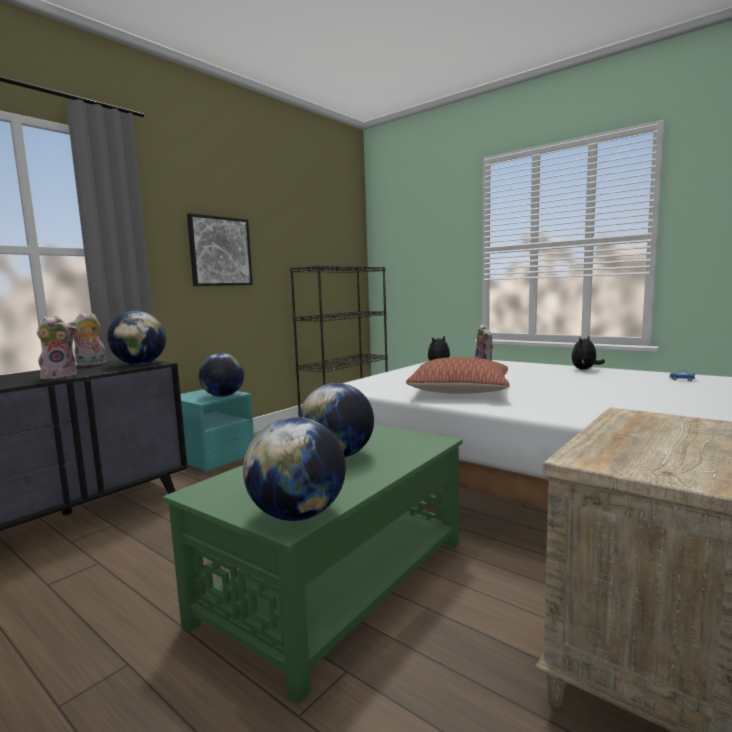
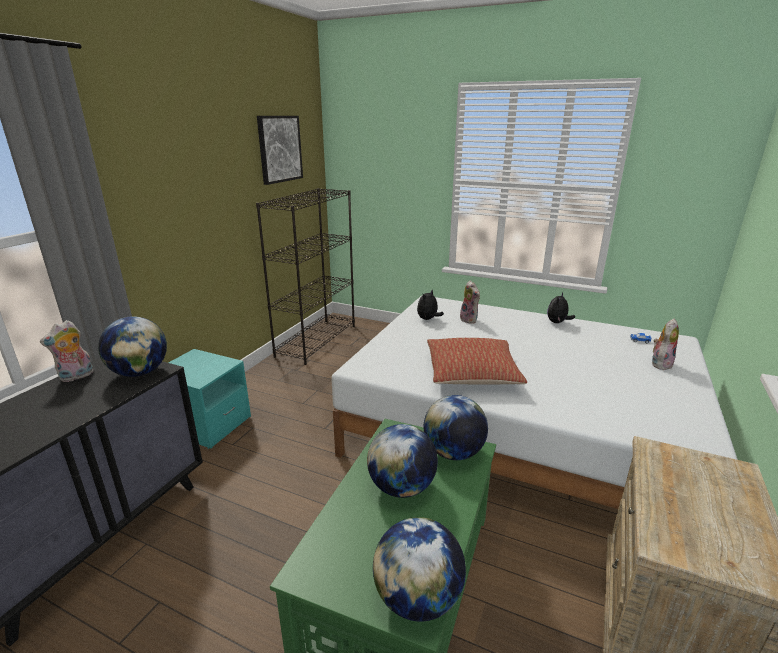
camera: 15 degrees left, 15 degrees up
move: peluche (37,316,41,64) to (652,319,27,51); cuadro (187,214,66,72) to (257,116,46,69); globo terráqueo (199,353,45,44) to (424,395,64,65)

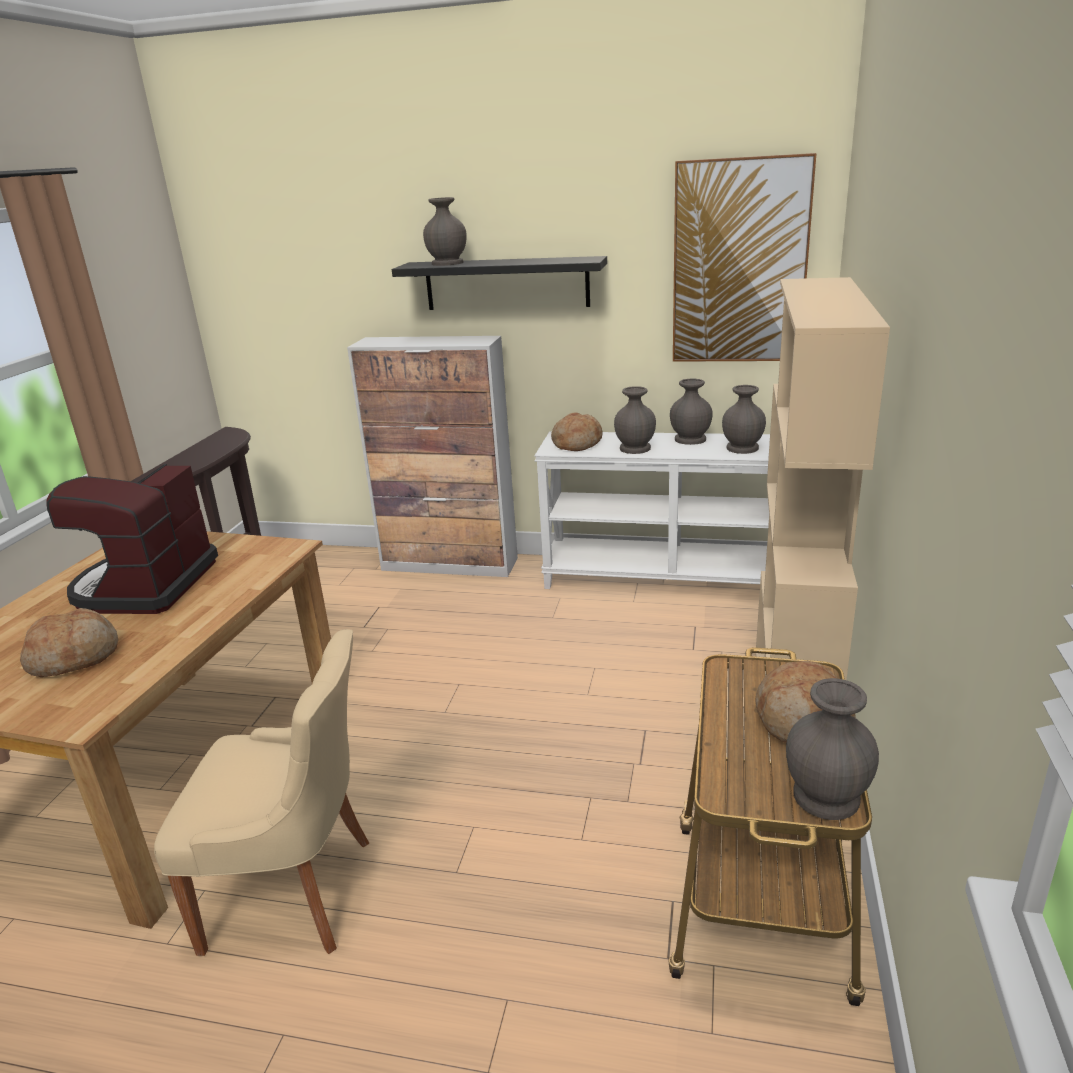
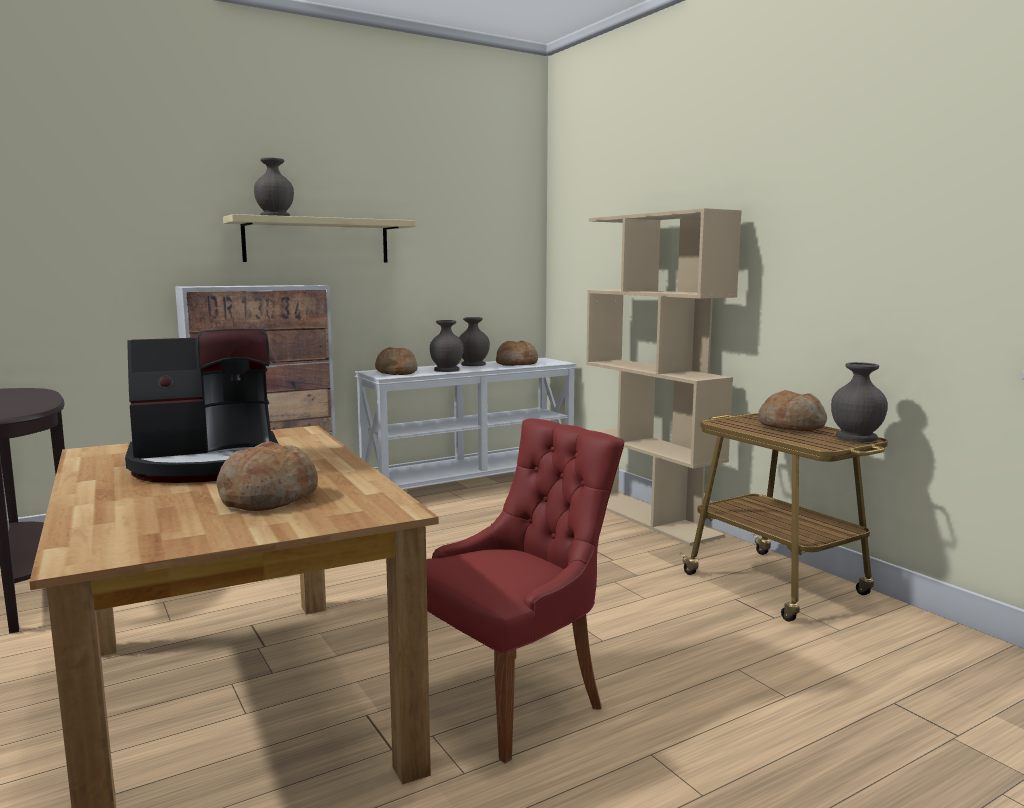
camera: 45 degrees left, 15 degrees down
delete: cuadro (673,153,143,209)
replace: florero [gris] (722,385,44,69) to pan (496,340,42,26)
recolor: silla [beis] (154,629,215,327) to silla [rojo] (426,418,198,345); estante [negro] (392,256,215,54) to estante [beis] (223,214,193,48)
rotate: cafetera (46,464,172,150) = (125,329,154,154) 75 degrees counterclockwise

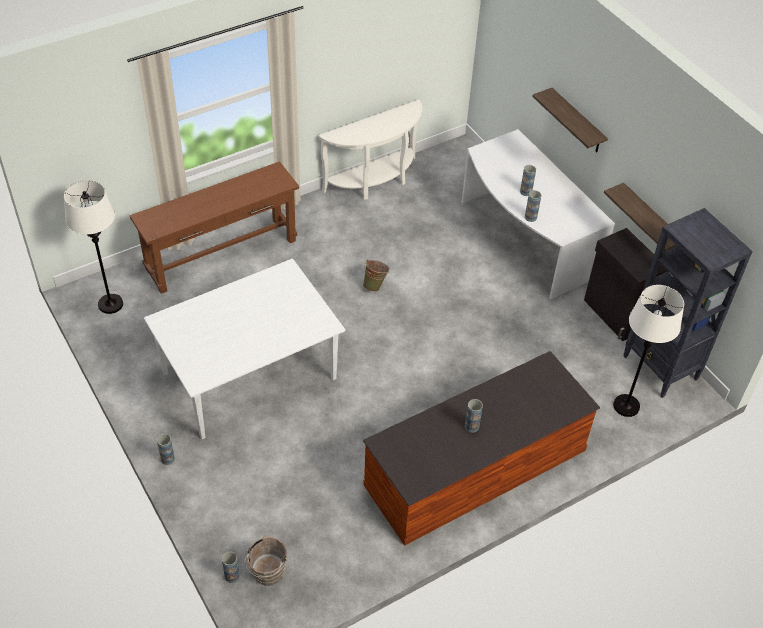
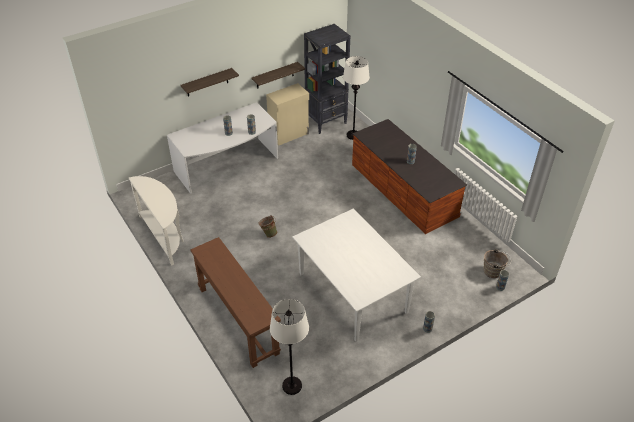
camera: 90 degrees left, 5 degrees down
recolor: armario [negro] (584,228,83,113) to armario [beis] (266,83,43,63)

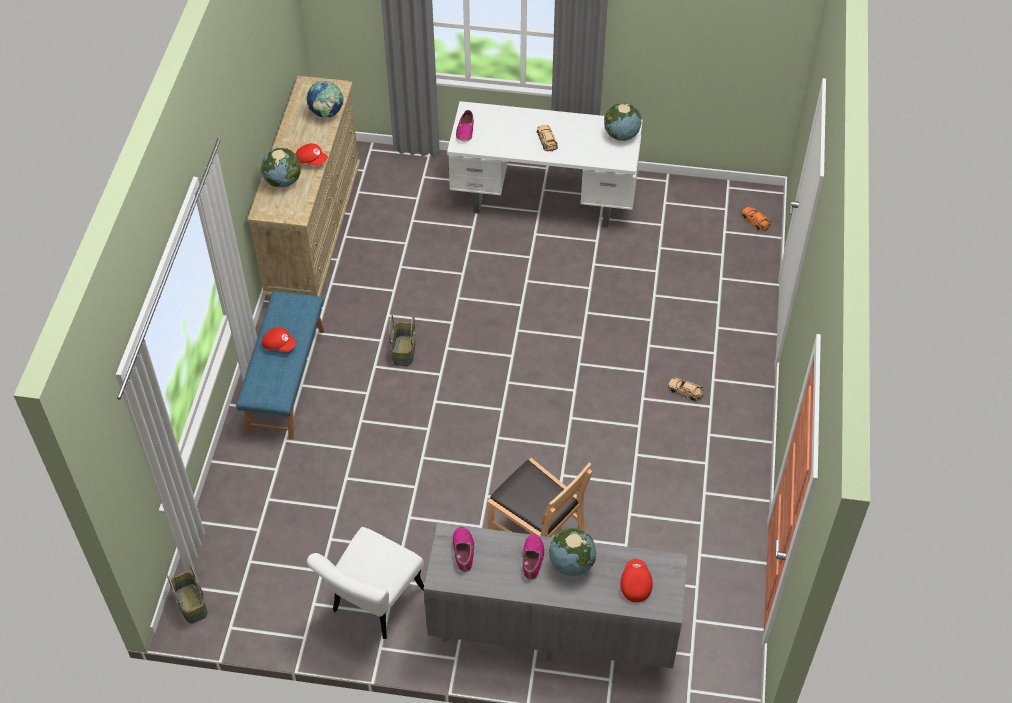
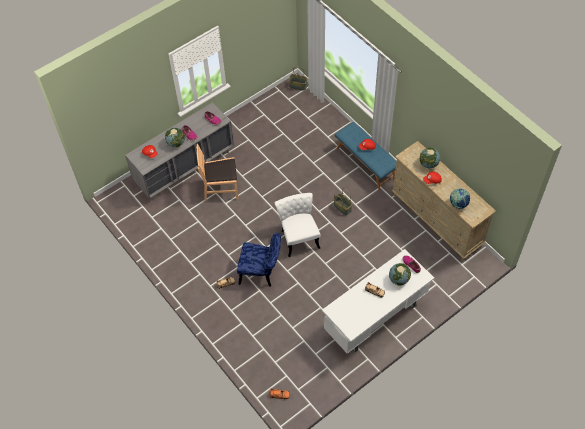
camera: 135 degrees right, 5 degrees up
insert: silla [azul] (237,233,44,53)
move: silla [blanco] (307,527,117,112) to (275,193,45,64); globo terráqueo (604,103,37,38) to (389,263,22,23)

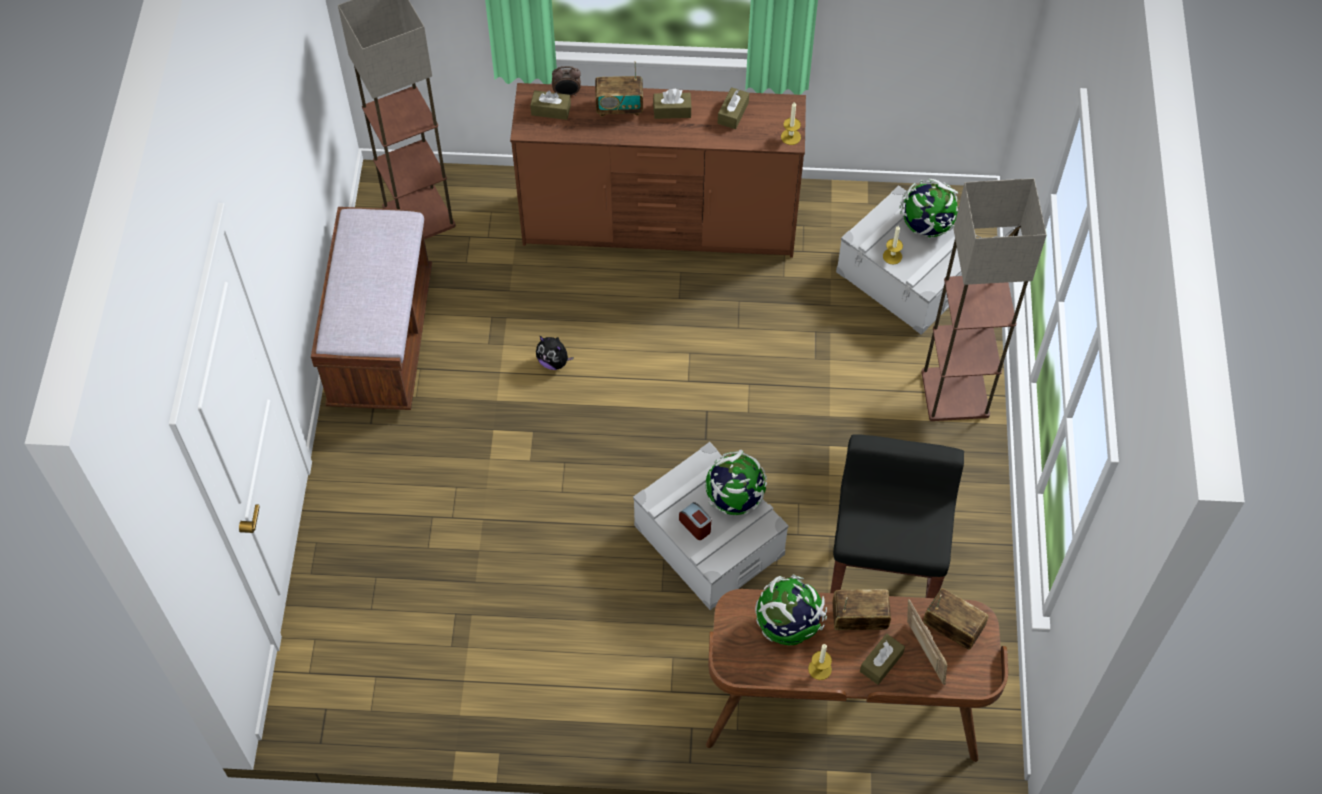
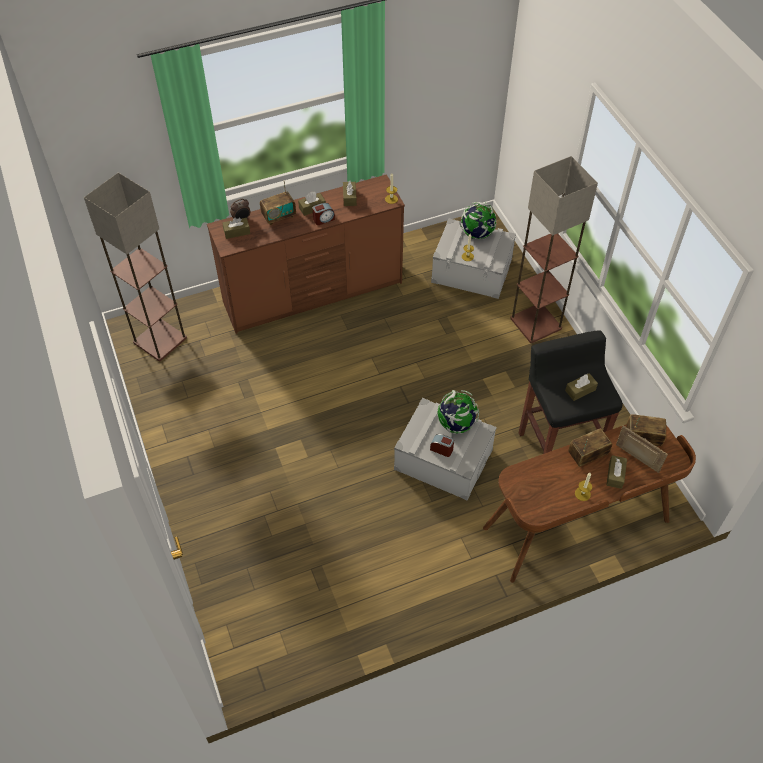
camera: 25 degrees left, 5 degrees down
delete: banco [marrón] (311,207,121,203); peluche (536,336,38,34); globo terráqueo (755,574,72,71)
insert: despertador (312,203,23,22); caja de pañuelos [marrón] (565,373,33,28)

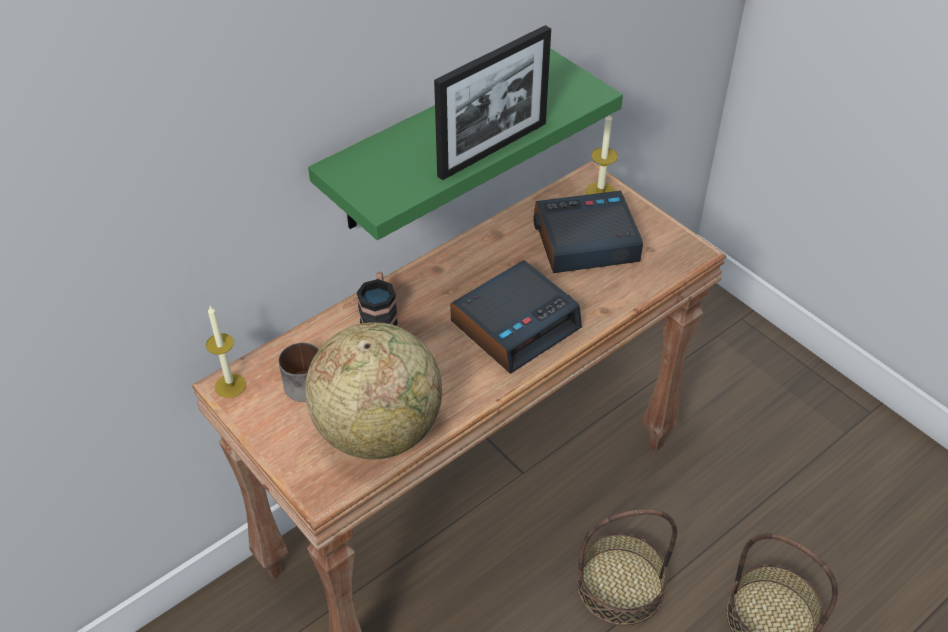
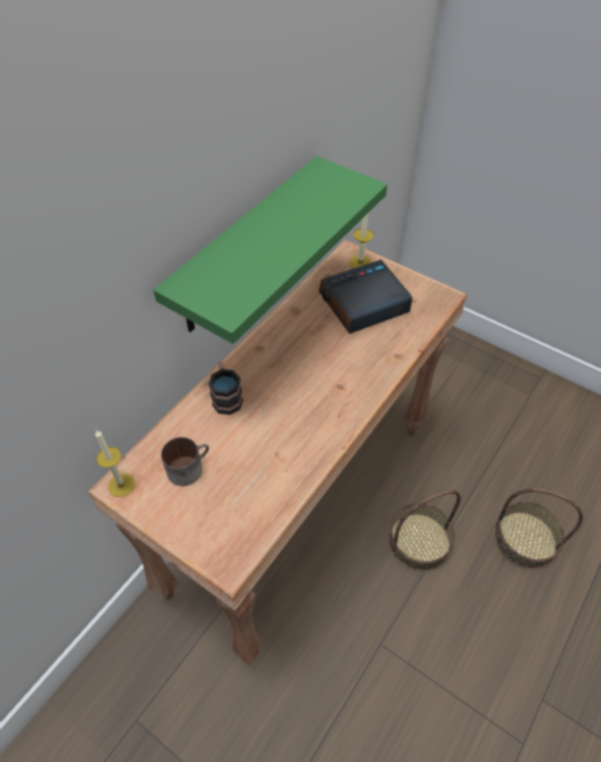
camera: 15 degrees left, 5 degrees up
delete: globo terráqueo (305,322,137,137); portarretratos (434,25,117,155); despertador (450,260,132,114)

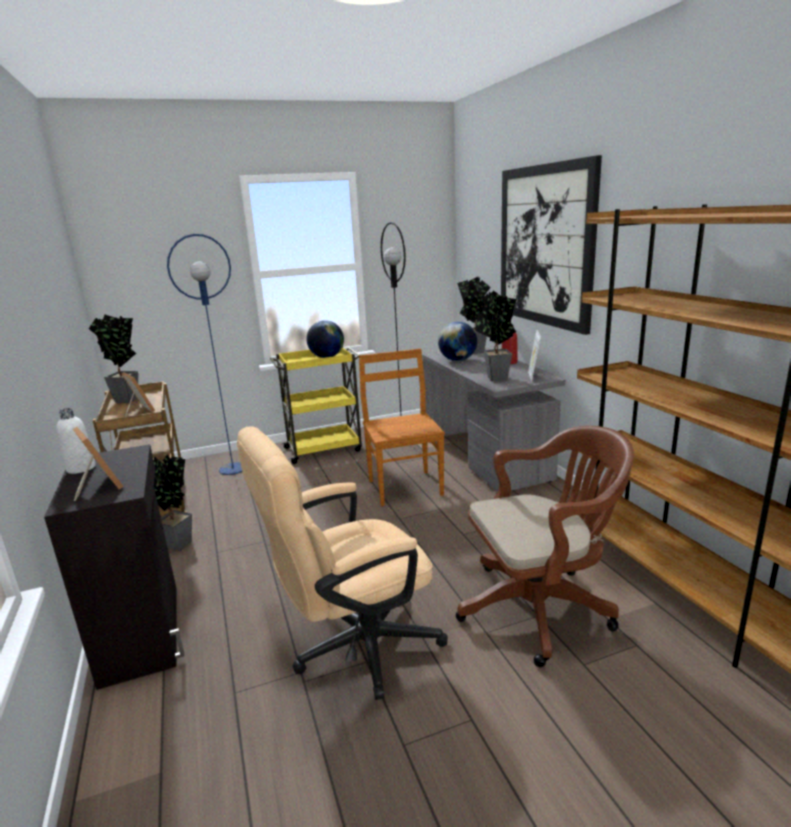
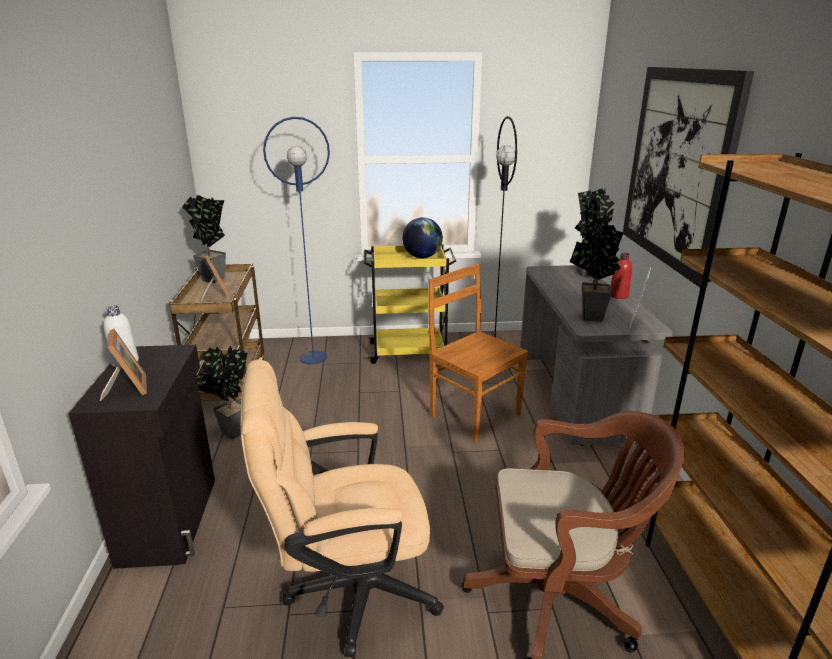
camera: 15 degrees right, 5 degrees up
delete: globo terráqueo (438,322,39,39)
rotate: silla [marrón] (359,349,86,157) = (428,263,101,179) 45 degrees counterclockwise

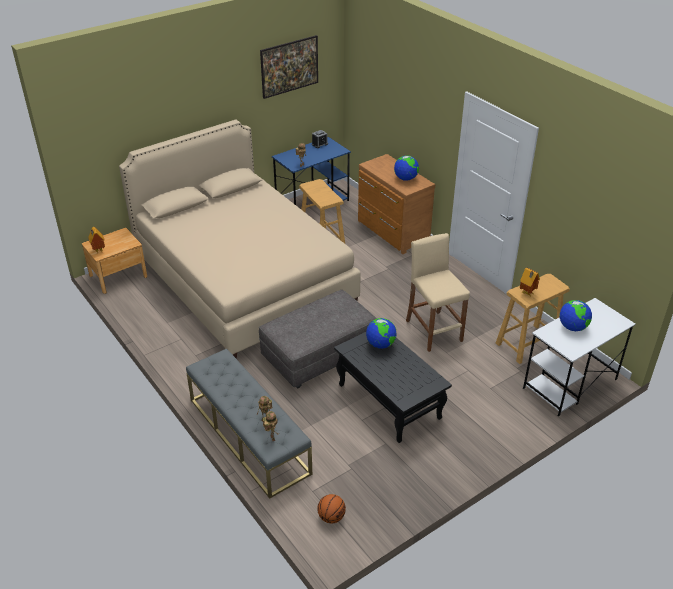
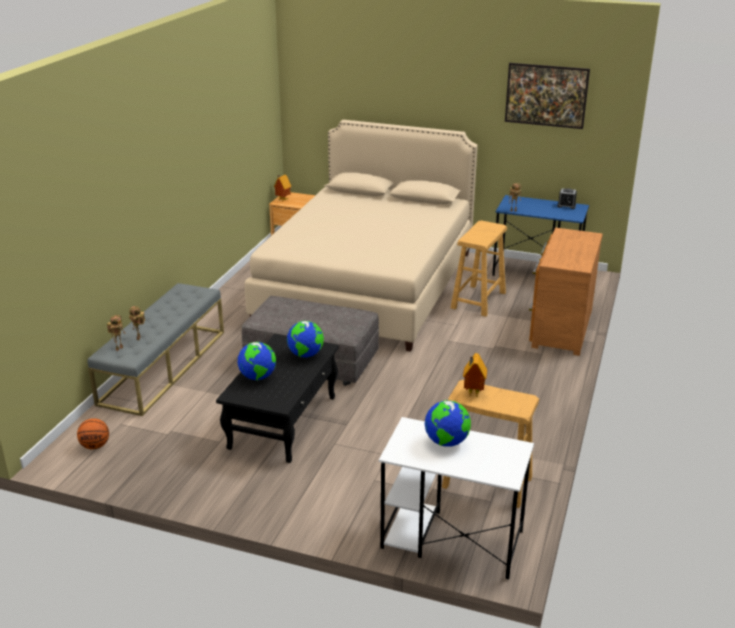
camera: 55 degrees right, 10 degrees down
delete: taburete [beis] (406,233,64,119)
move: globo terráqueo (394,156,25,25) to (238,342,38,38)

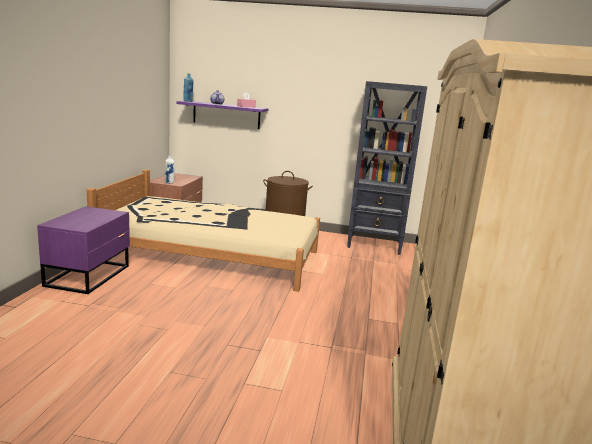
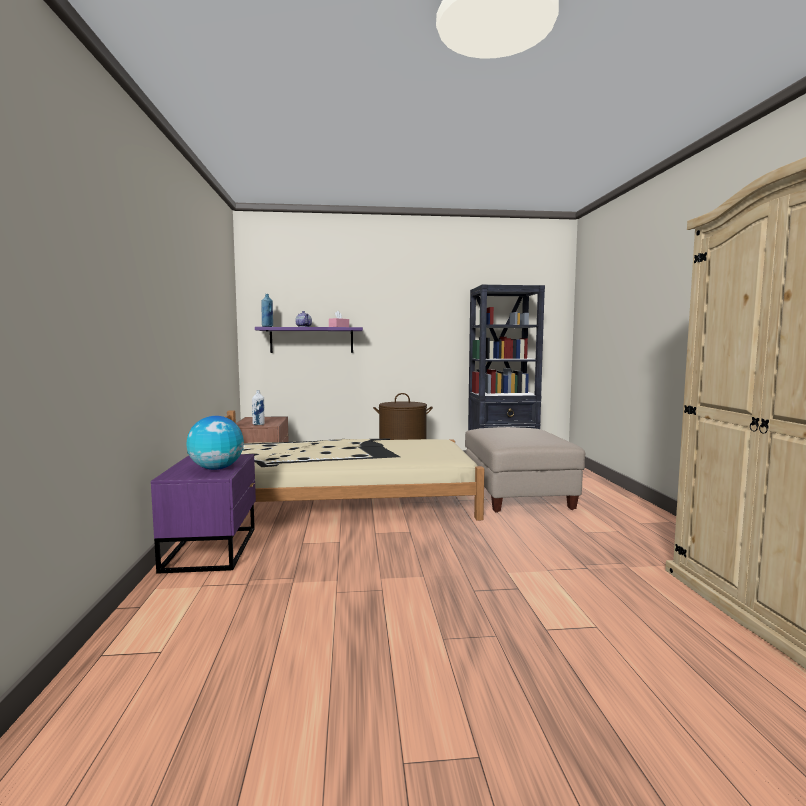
camera: 15 degrees left, 10 degrees down
insert: globo terráqueo (187,416,57,54); puf [beis] (465,427,120,86)

